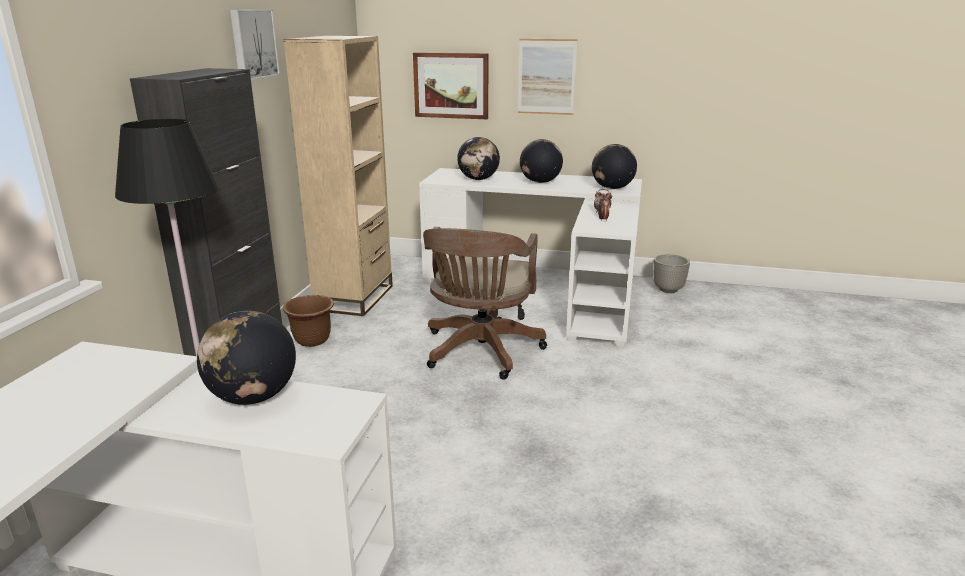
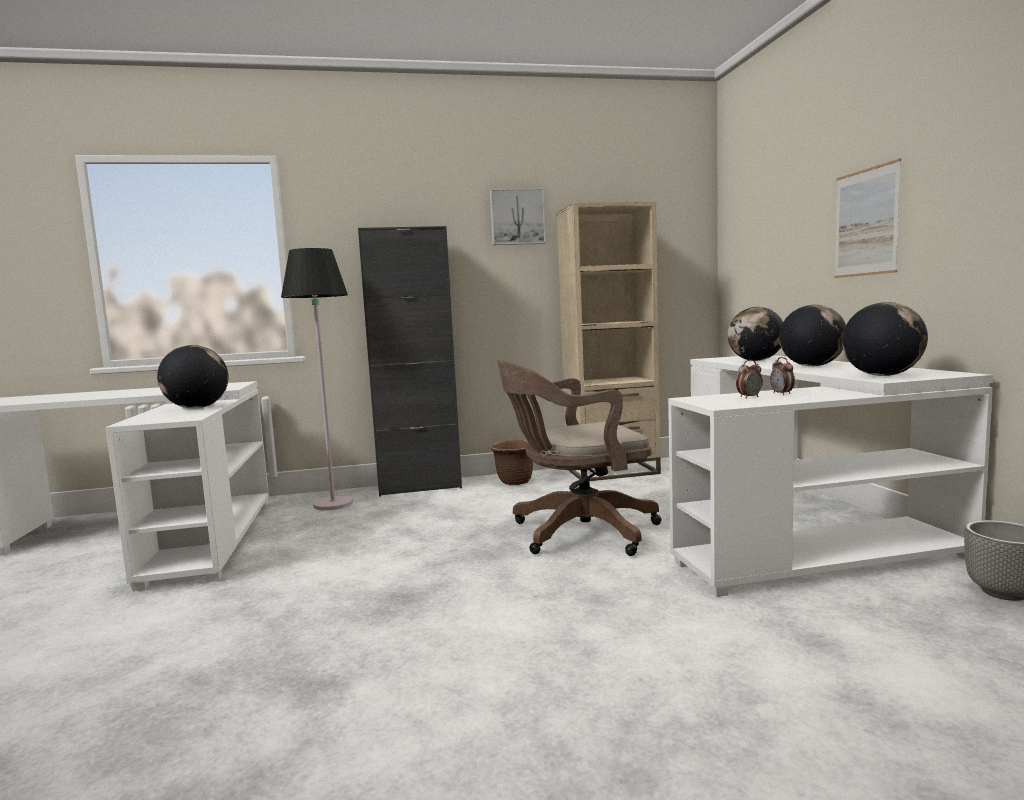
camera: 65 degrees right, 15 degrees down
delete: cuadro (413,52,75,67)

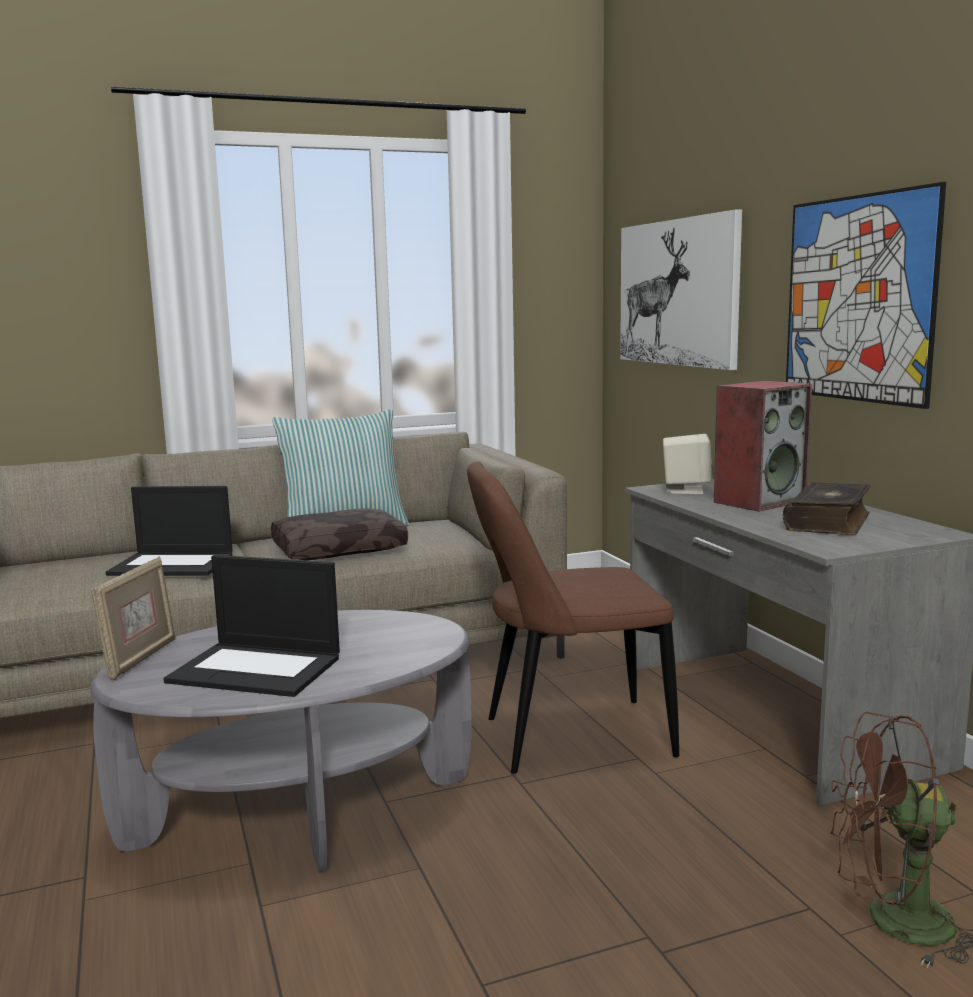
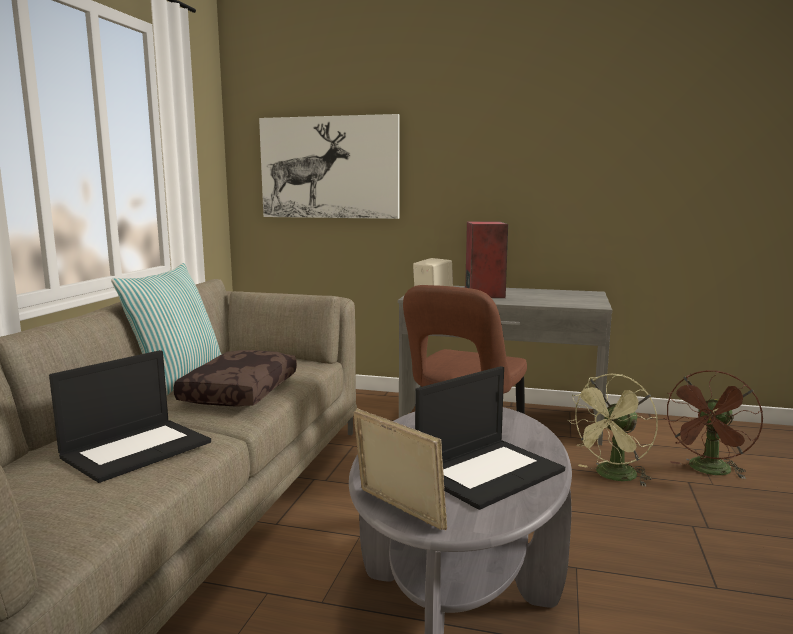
camera: 55 degrees left, 0 degrees up
delete: libro (783,482,88,53); cuadro (786,182,160,227)
insert: ventilador [verde] (568,374,90,112)

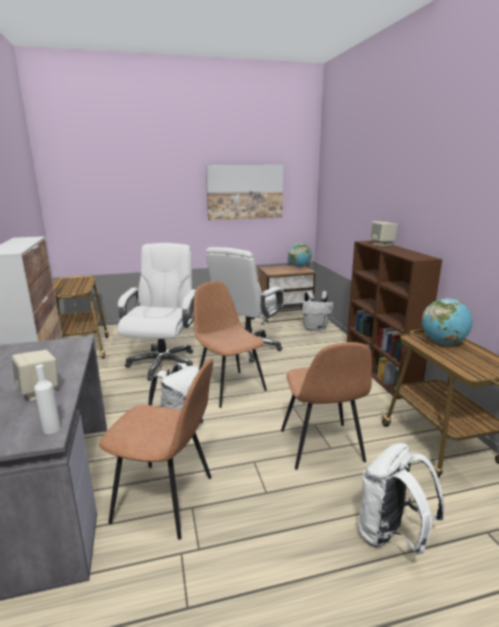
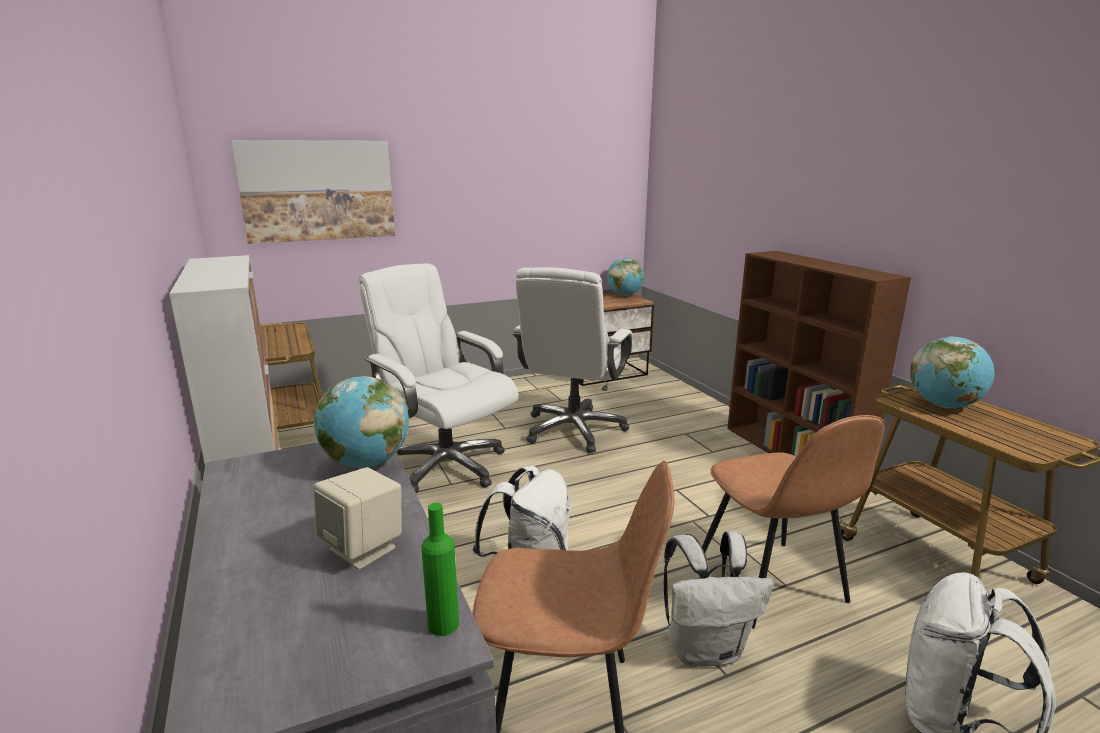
camera: 10 degrees left, 0 degrees up
delete: silla [marrón] (194,281,73,127); altavoz [beis] (370,221,28,25)
insert: globo terráqueo (314,376,95,92)
move: cuadro (206,165,77,55) to (231,140,164,104); mochila [blanco] (302,291,31,40) to (664,531,110,136)
recolor: botella [blanco] (34,364,27,70) to botella [verde] (421,503,38,133)
rotate: silla de oficina [blanco] (118,243,78,138) = (359,263,160,231) 45 degrees counterclockwise

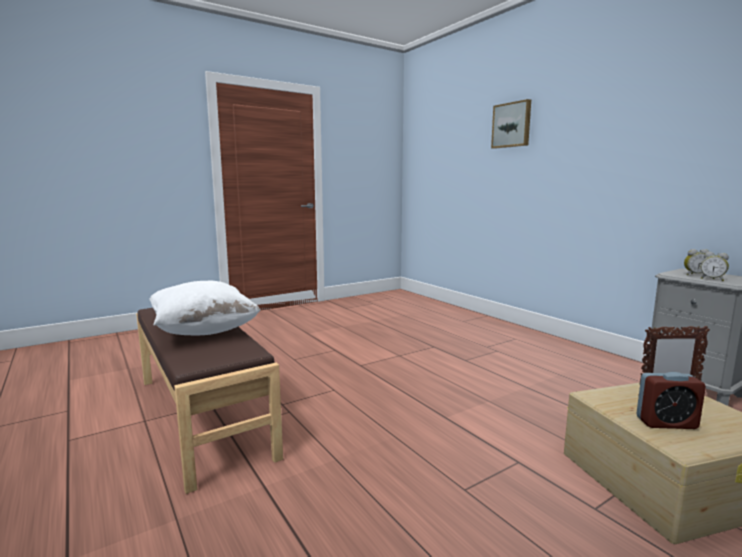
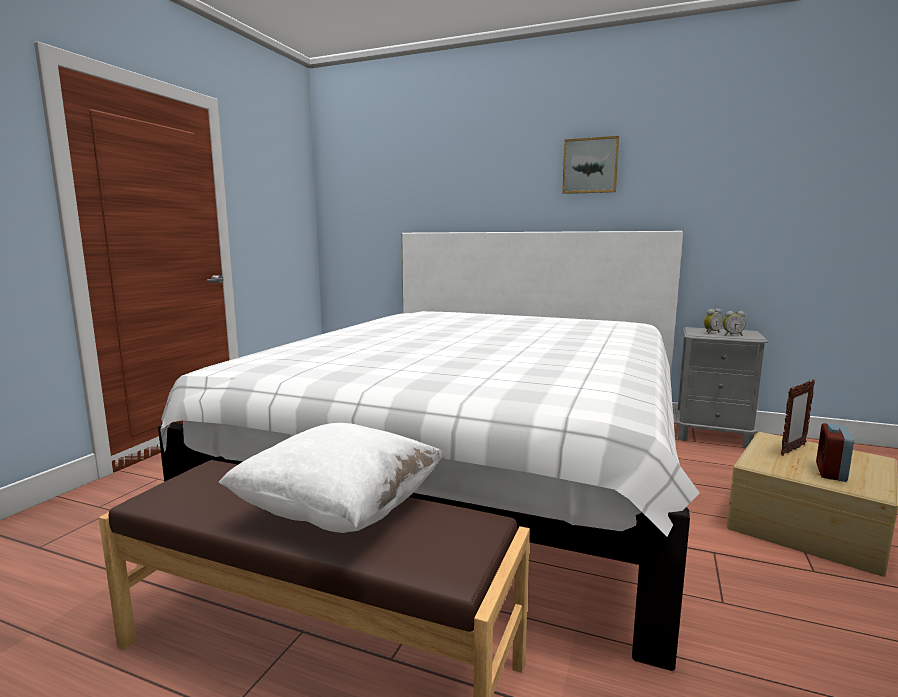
camera: 35 degrees left, 0 degrees up
insert: cama [blanco] (158,231,542,440)
move: cuadro (491,99,40,50) to (562,136,57,58)
rotate: despertador (636,372,70,57) = (816,423,38,59) 150 degrees clockwise

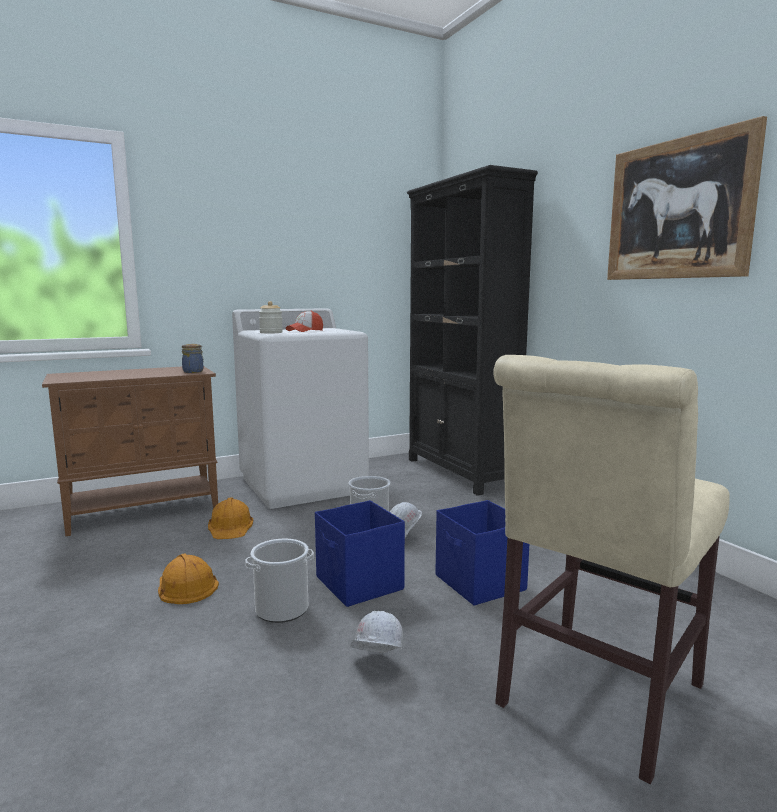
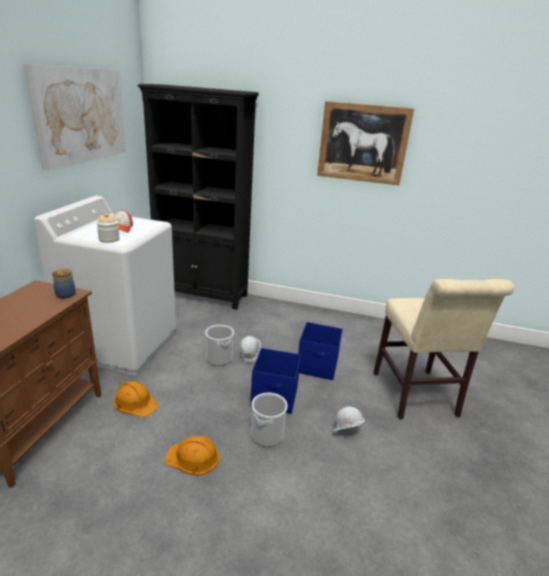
camera: 50 degrees left, 15 degrees up
insert: cuadro (24,64,102,106)

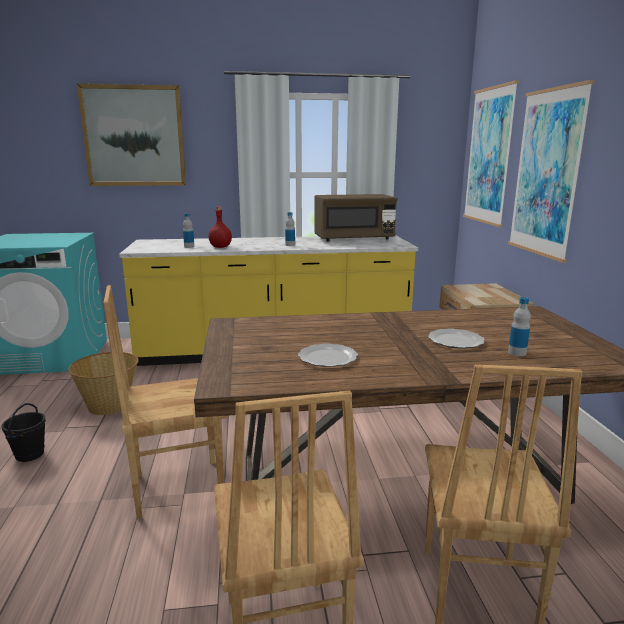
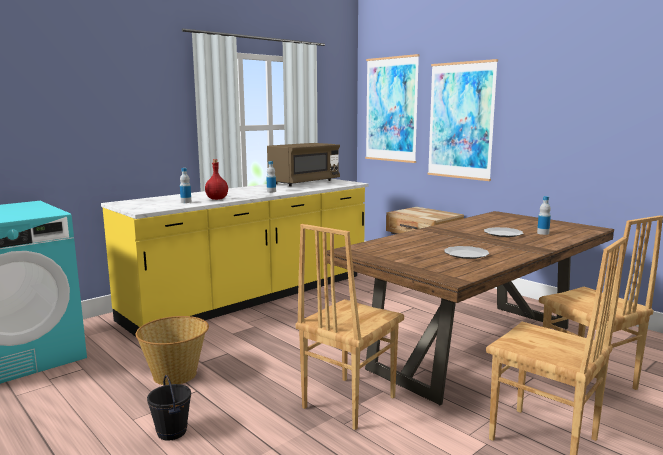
camera: 35 degrees left, 5 degrees down
delete: cuadro (77,84,109,102)

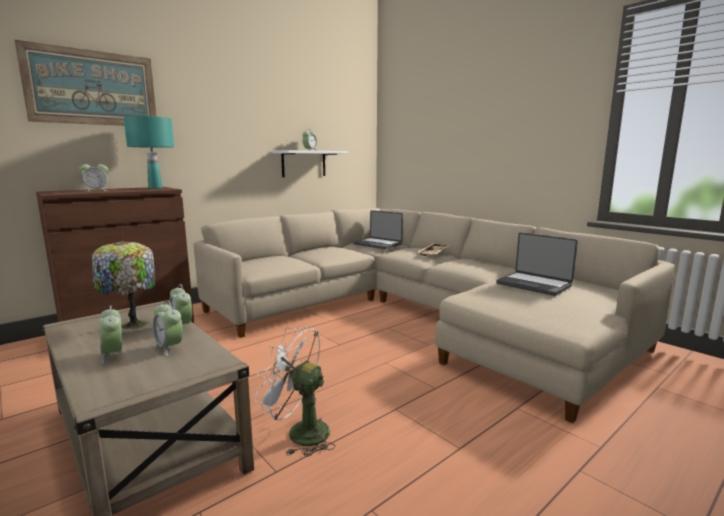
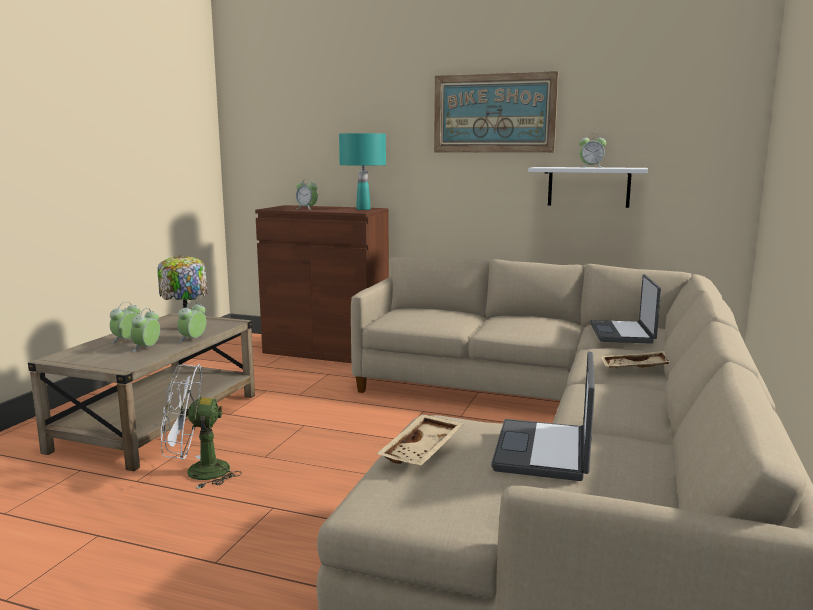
camera: 60 degrees right, 0 degrees up
insert: bandeja [beis] (377,414,87,51)
move: cuadro (14,40,143,86) to (434,71,124,82)
rotate: ventilador [blanco] (255,325,80,132) = (161,364,81,125) 90 degrees counterclockwise

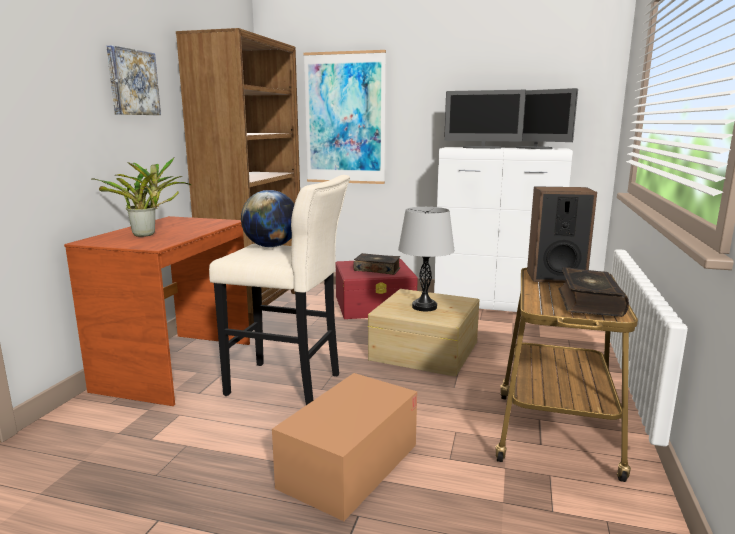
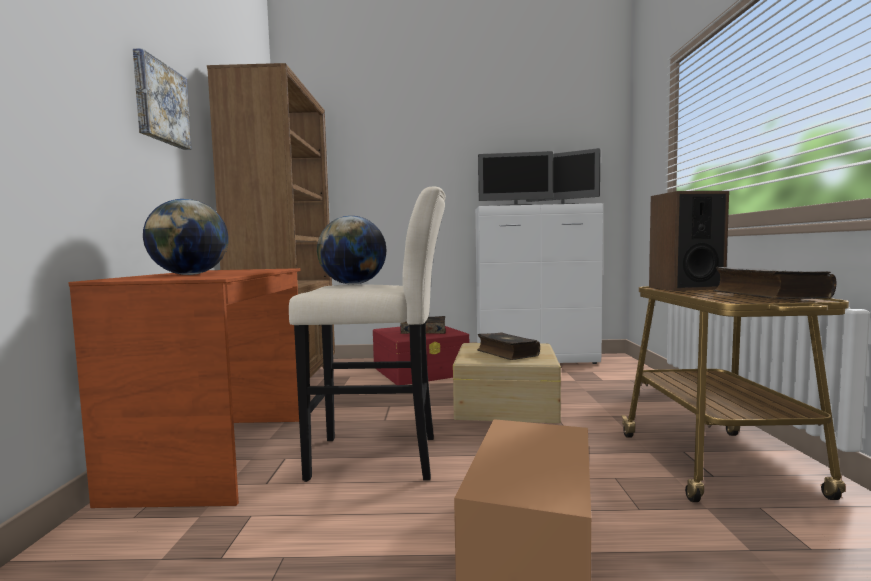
camera: 15 degrees left, 10 degrees down
delete: cuadro (303,50,83,134)
replace: planta en maceta (92,157,99,80) to globo terráqueo (143,199,86,76); lámpara de mesa [gris] (398,207,57,104) to libro (477,333,63,27)

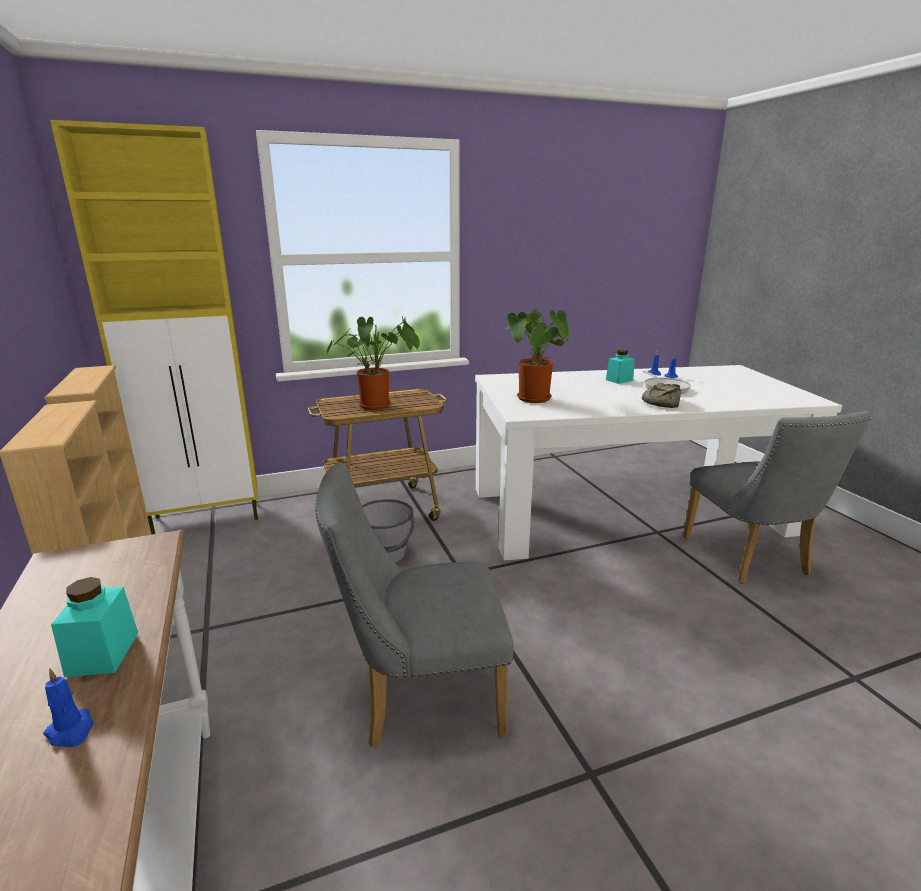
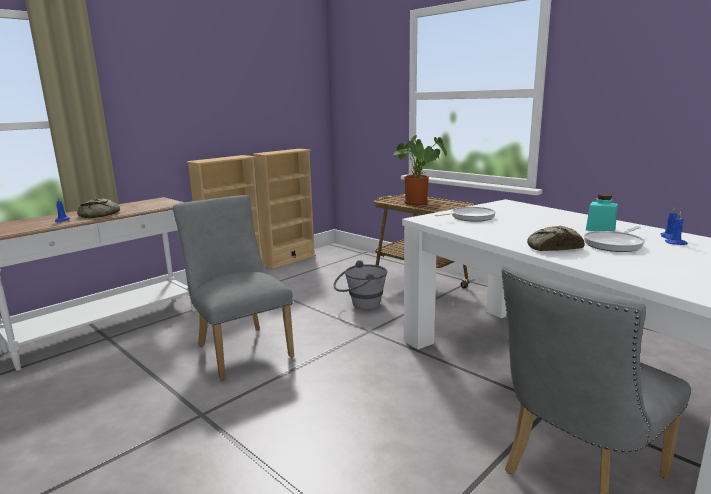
camera: 65 degrees right, 5 degrees down
delete: armario [amarillo] (50,120,208,415)
replace: tarro [turquesa] (51,577,87,100) to pan (77,198,43,20); planta en maceta (505,303,65,100) to sartén (435,207,61,15)

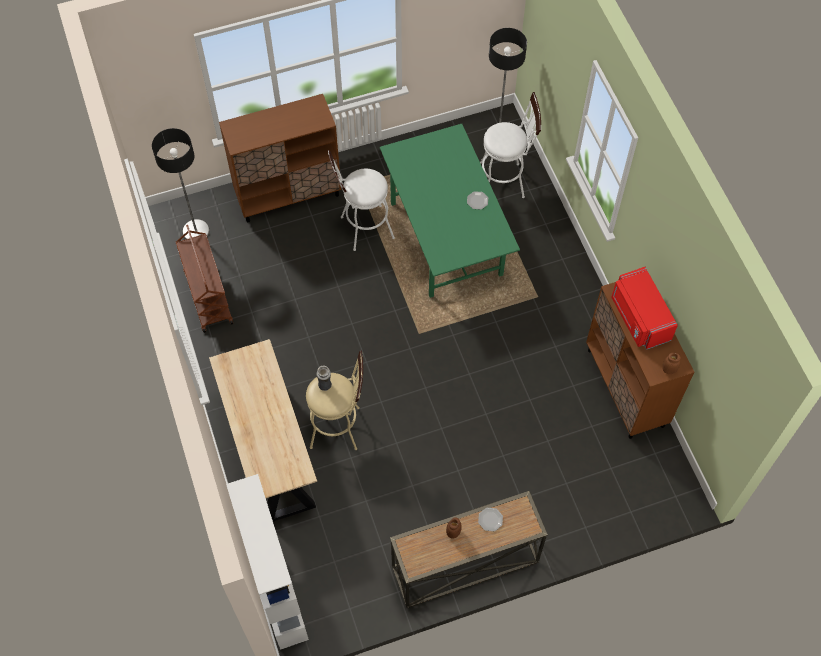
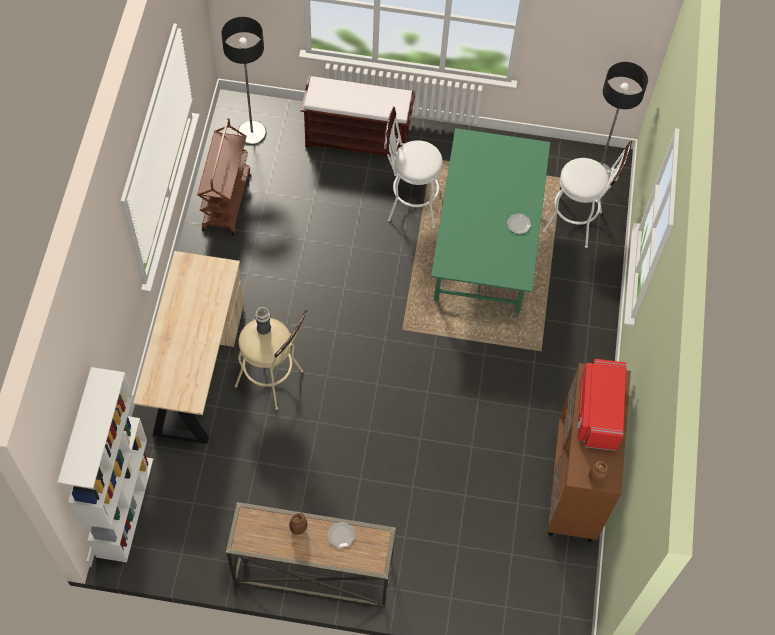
camera: 25 degrees right, 0 degrees up
replace: armario [marrón] (219,94,122,128) to banco [marrón] (301,76,114,80)

